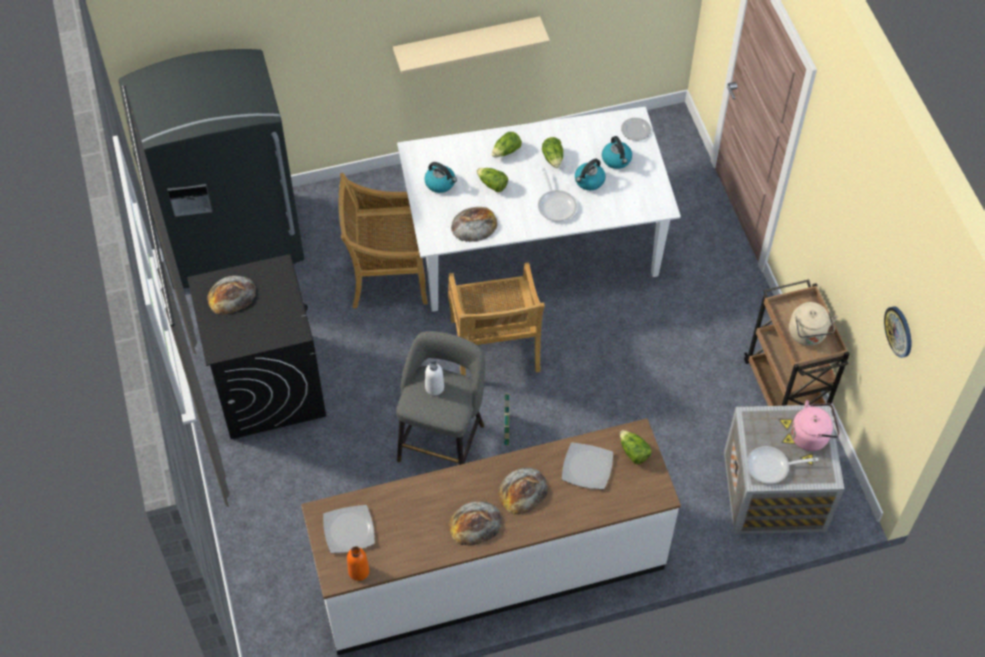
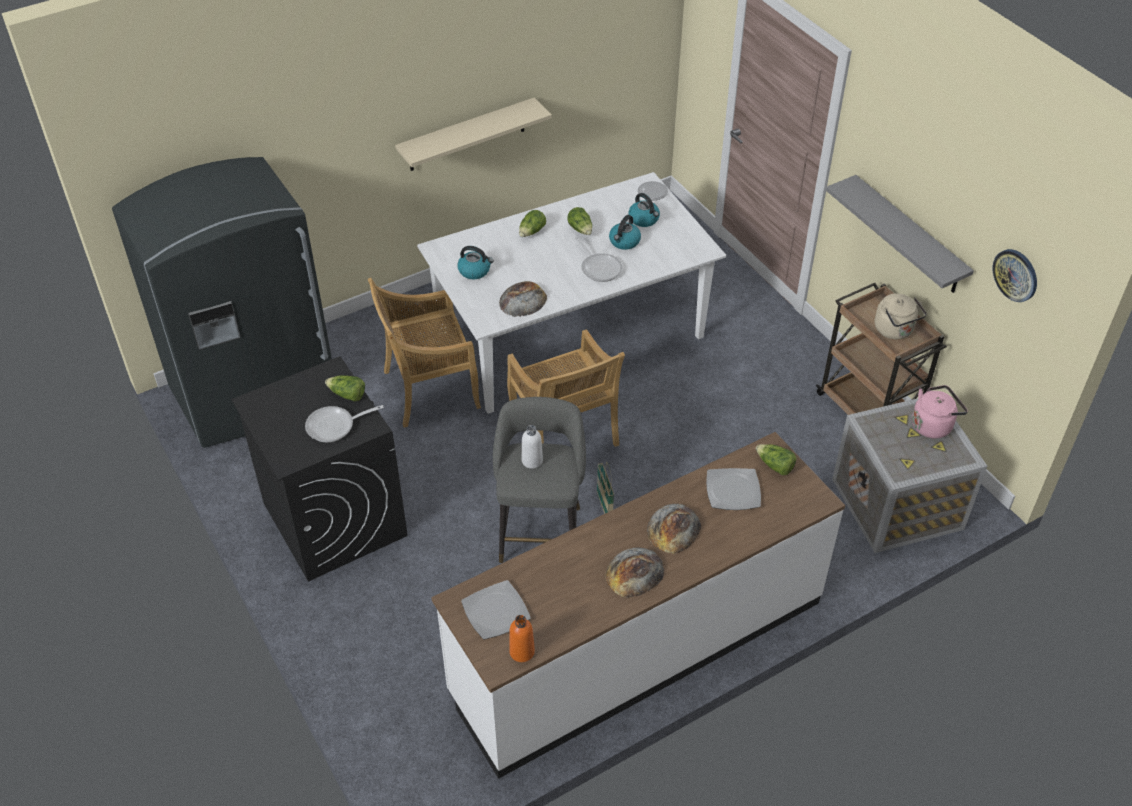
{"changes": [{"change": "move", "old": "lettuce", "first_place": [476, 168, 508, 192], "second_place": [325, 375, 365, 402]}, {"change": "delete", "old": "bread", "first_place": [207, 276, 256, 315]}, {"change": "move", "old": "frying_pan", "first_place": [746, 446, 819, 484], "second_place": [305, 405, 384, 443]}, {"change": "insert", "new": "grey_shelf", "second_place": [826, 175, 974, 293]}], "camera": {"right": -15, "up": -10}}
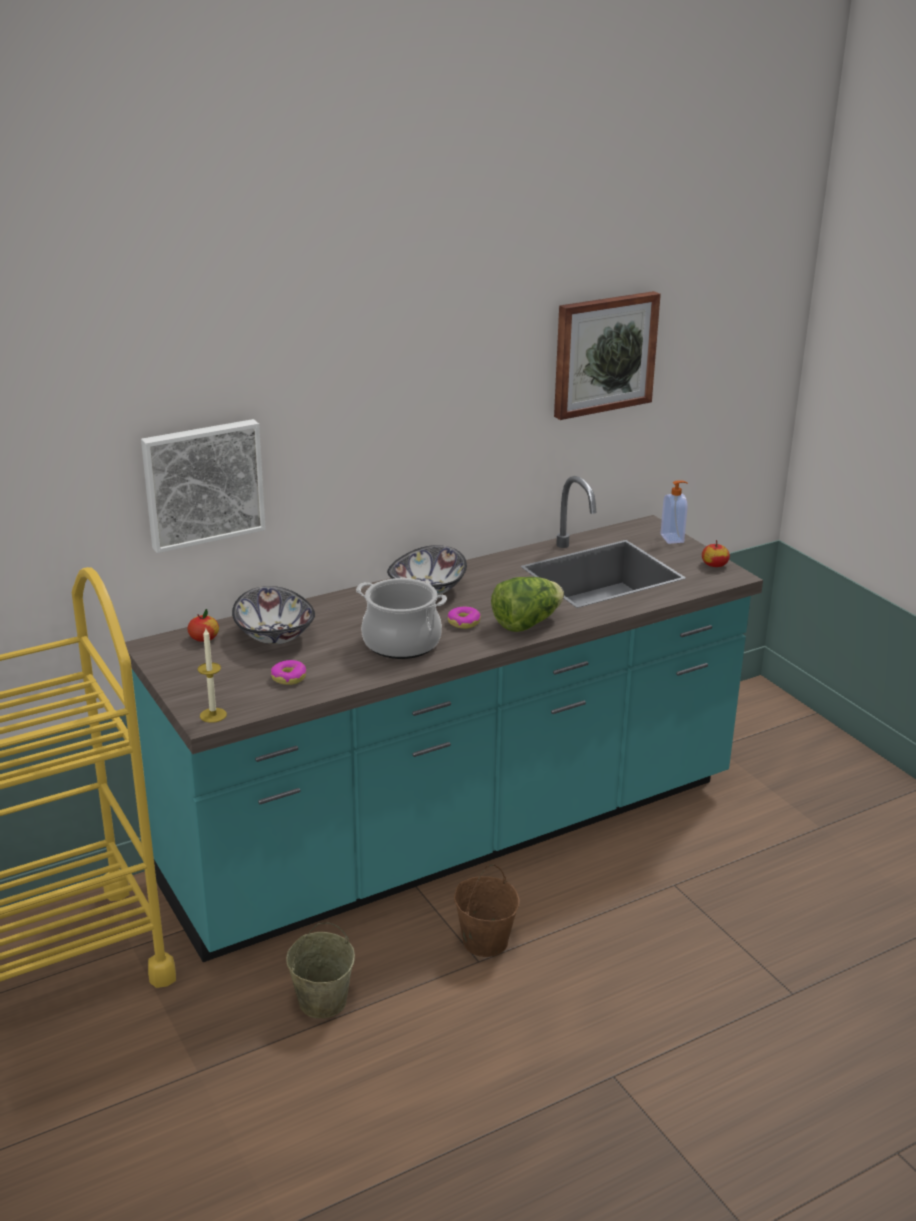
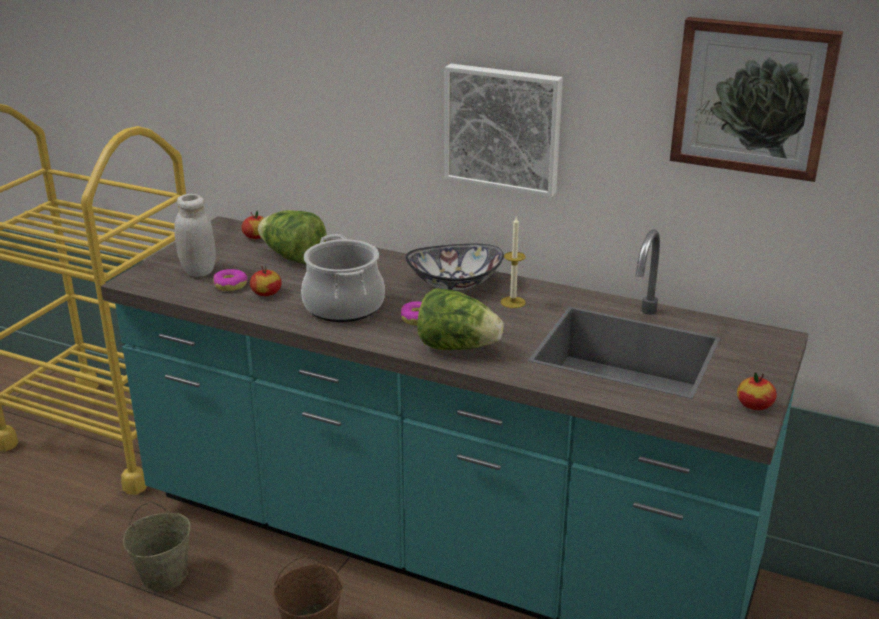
{"changes": [{"change": "move", "old": "picture", "first_place": [141, 419, 266, 553], "second_place": [444, 64, 563, 197]}, {"change": "delete", "old": "soap_dispenser", "first_place": [661, 480, 688, 544]}, {"change": "replace", "old": "bowl", "new": "lettuce", "first_place": [232, 586, 315, 644], "second_place": [258, 210, 327, 264]}, {"change": "move", "old": "candle", "first_place": [198, 628, 227, 723], "second_place": [501, 217, 526, 308]}, {"change": "insert", "new": "white_jar", "second_place": [174, 194, 216, 277]}, {"change": "insert", "new": "apple", "second_place": [250, 265, 282, 296]}], "camera": {"right": 55, "up": 0}}
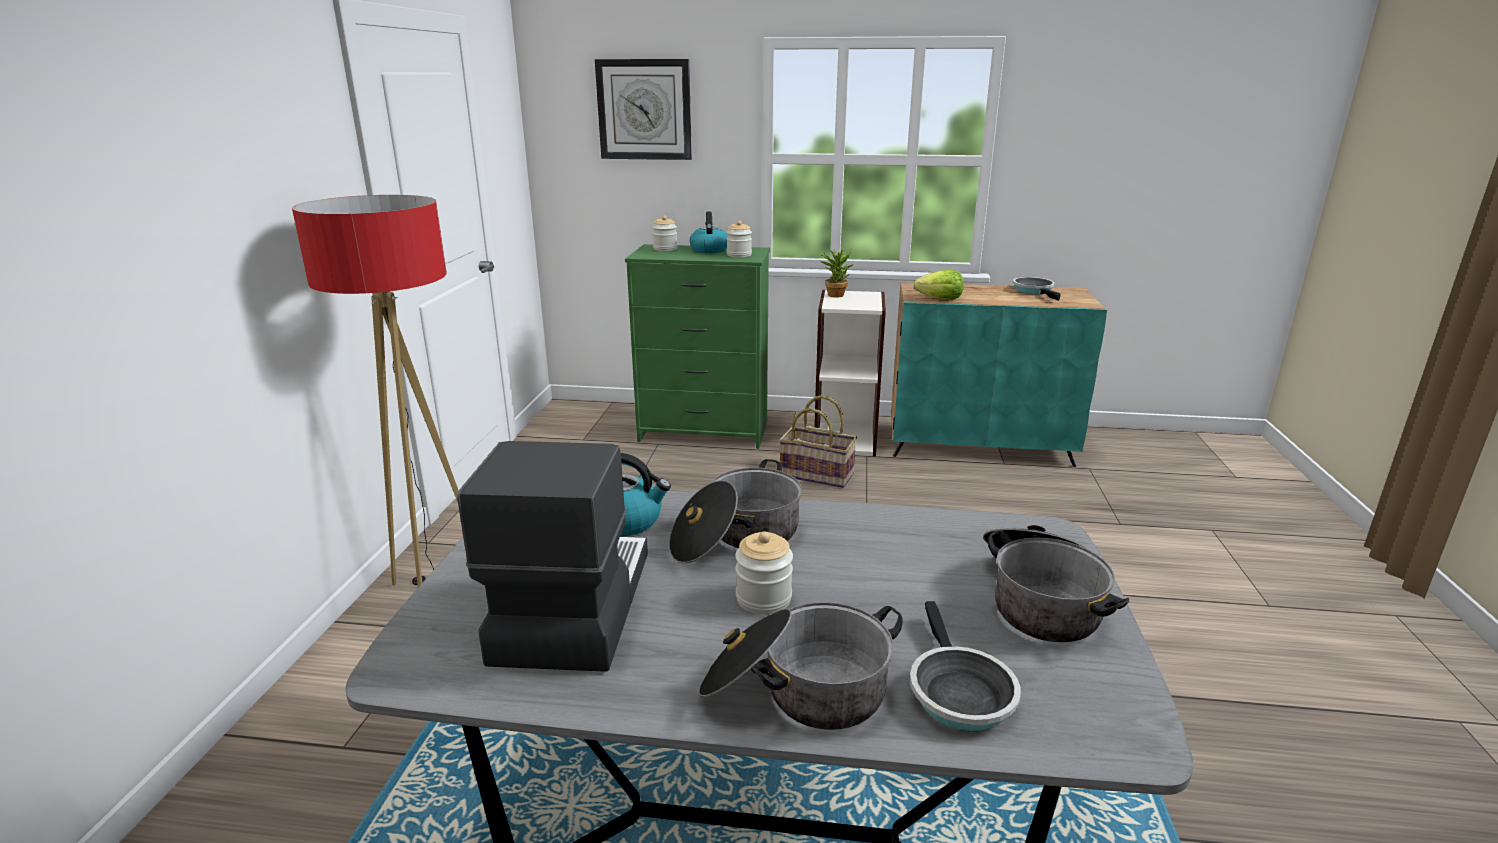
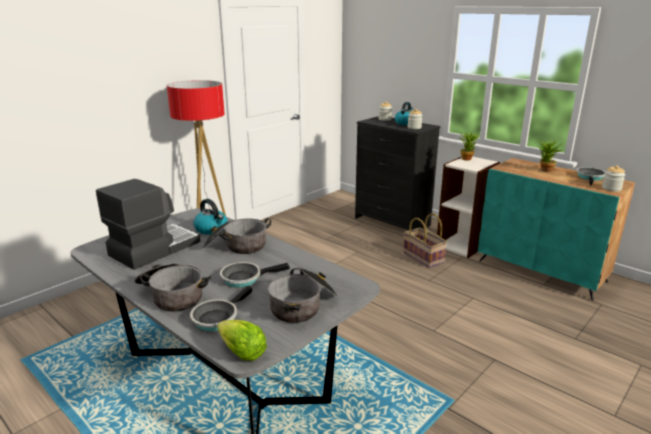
{"changes": [{"change": "delete", "old": "wall_clock", "first_place": [595, 59, 692, 160]}, {"change": "recolor", "old": "green_dresser", "new": "black_dresser", "first_place": [625, 244, 770, 449], "second_place": [355, 116, 440, 230]}, {"change": "move", "old": "lettuce", "first_place": [913, 270, 964, 300], "second_place": [217, 320, 267, 361]}, {"change": "move", "old": "jar", "first_place": [735, 532, 793, 614], "second_place": [602, 165, 625, 192]}, {"change": "insert", "new": "potted_plant", "second_place": [539, 139, 563, 172]}, {"change": "insert", "new": "frying_pan", "second_place": [220, 262, 290, 288]}], "camera": {"right": 35, "up": 0}}
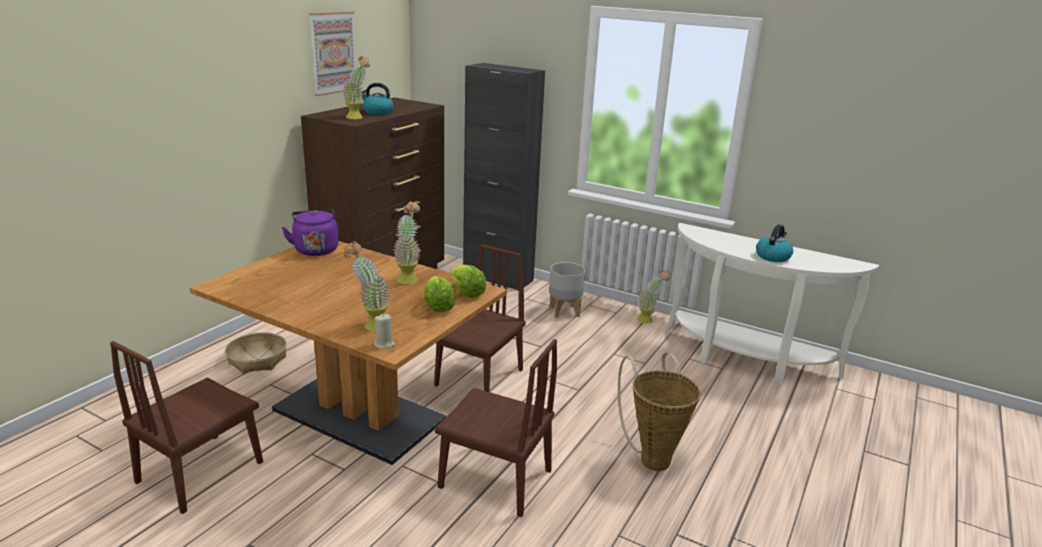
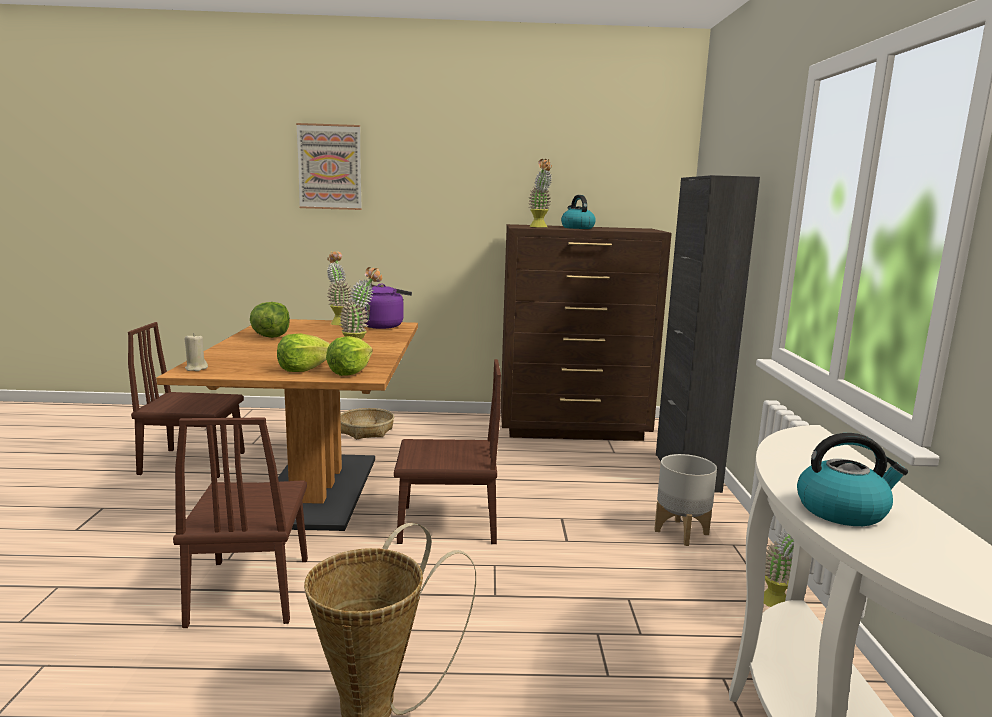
{"changes": [{"change": "move", "old": "picture", "first_place": [309, 11, 356, 96], "second_place": [296, 123, 362, 210]}, {"change": "move", "old": "potted_plant", "first_place": [344, 241, 390, 331], "second_place": [327, 251, 352, 325]}, {"change": "insert", "new": "lettuce", "second_place": [250, 302, 290, 338]}], "camera": {"right": 60, "up": -10}}
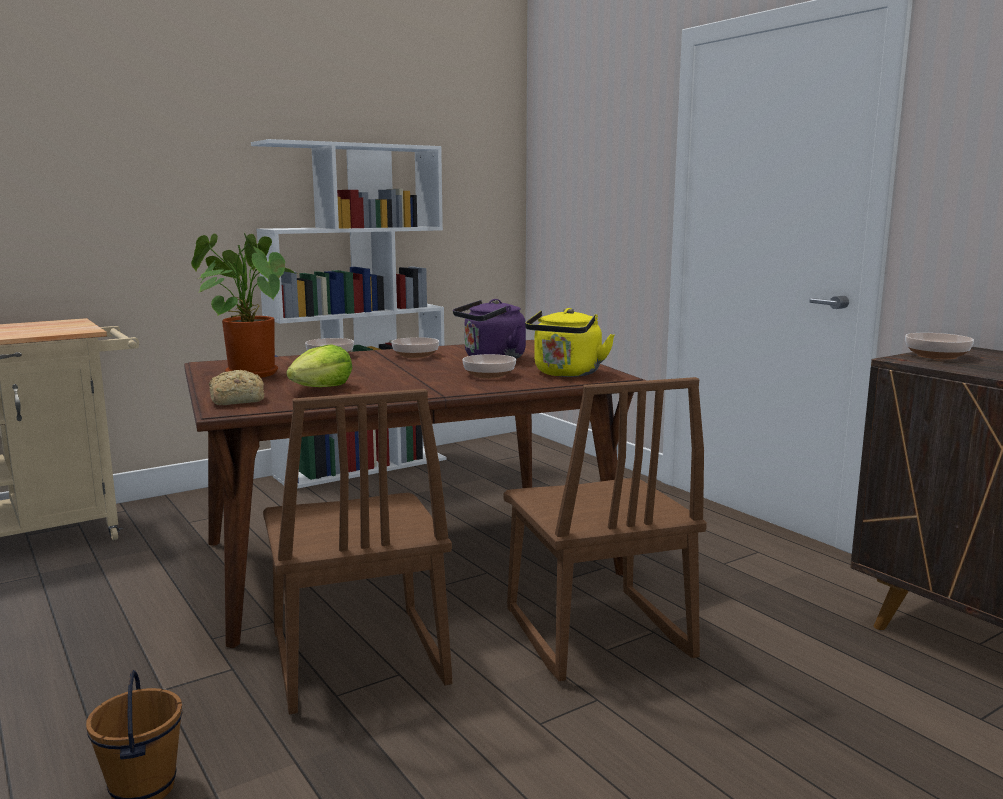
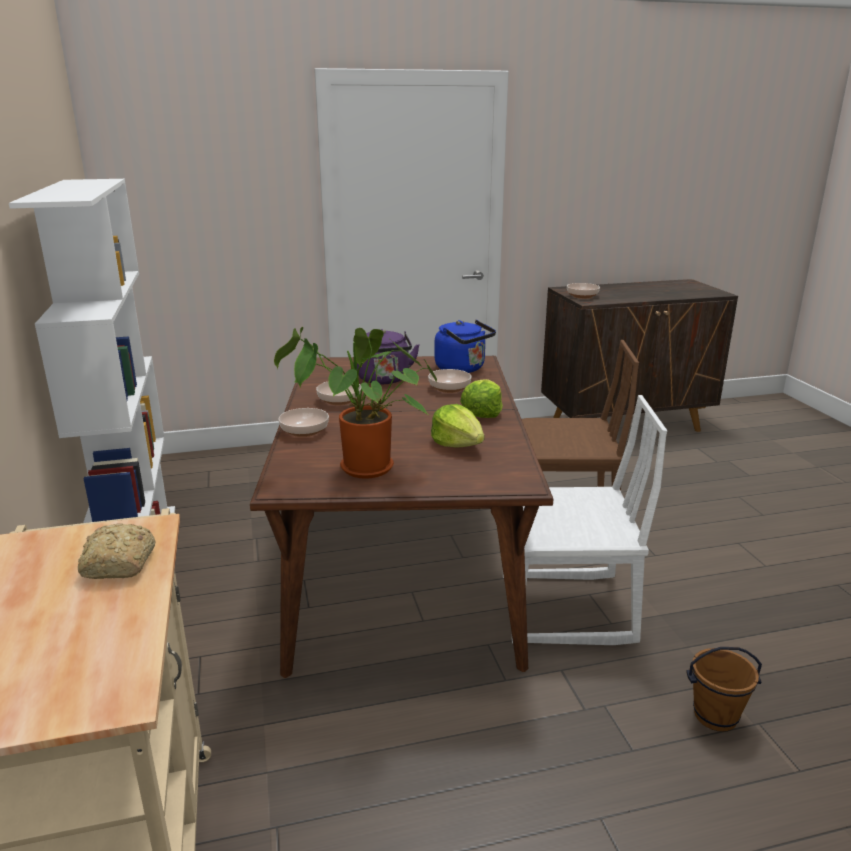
{"changes": [{"change": "recolor", "old": "yellow_kettle", "new": "blue_kettle", "first_place": [525, 308, 615, 377], "second_place": [434, 320, 496, 373]}, {"change": "move", "old": "bread", "first_place": [209, 370, 264, 405], "second_place": [78, 523, 156, 579]}, {"change": "recolor", "old": "brown_chair", "new": "white_chair", "first_place": [263, 389, 452, 715], "second_place": [503, 395, 667, 645]}, {"change": "insert", "new": "lettuce", "second_place": [460, 379, 503, 418]}], "camera": {"right": -70, "up": 10}}
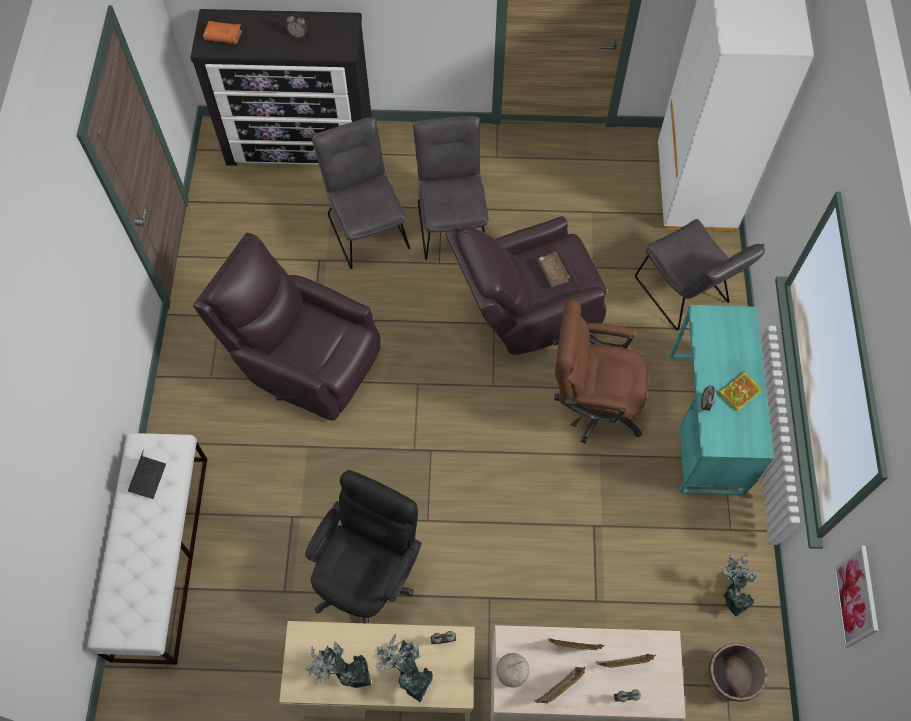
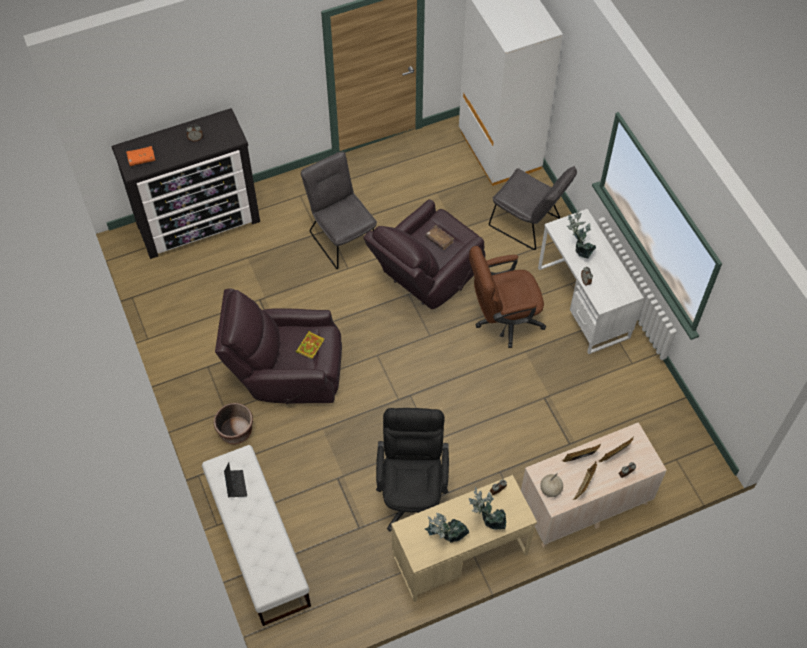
{"changes": [{"change": "delete", "old": "grey_chair", "first_place": [312, 117, 410, 269]}, {"change": "recolor", "old": "turquoise_desk", "new": "white_desk", "first_place": [670, 305, 774, 495], "second_place": [538, 209, 644, 354]}, {"change": "move", "old": "book", "first_place": [718, 371, 762, 411], "second_place": [296, 331, 324, 359]}, {"change": "delete", "old": "picture", "first_place": [834, 545, 879, 648]}, {"change": "move", "old": "potted_plant", "first_place": [721, 552, 758, 617], "second_place": [567, 209, 596, 258]}, {"change": "move", "old": "brown_planter", "first_place": [707, 643, 767, 702], "second_place": [213, 403, 253, 445]}], "camera": {"right": -25, "up": -5}}
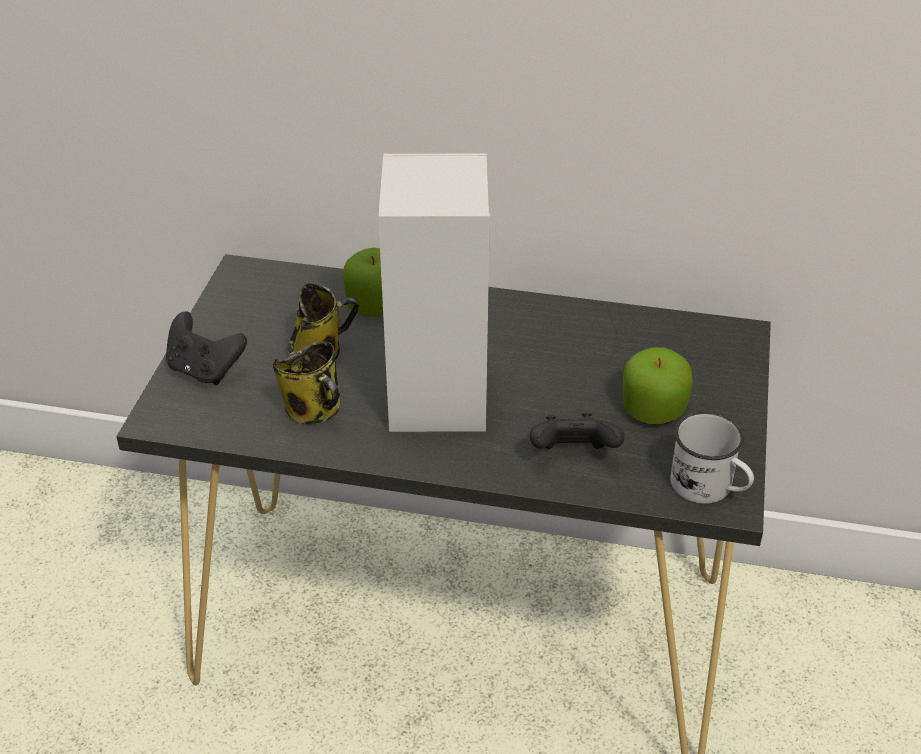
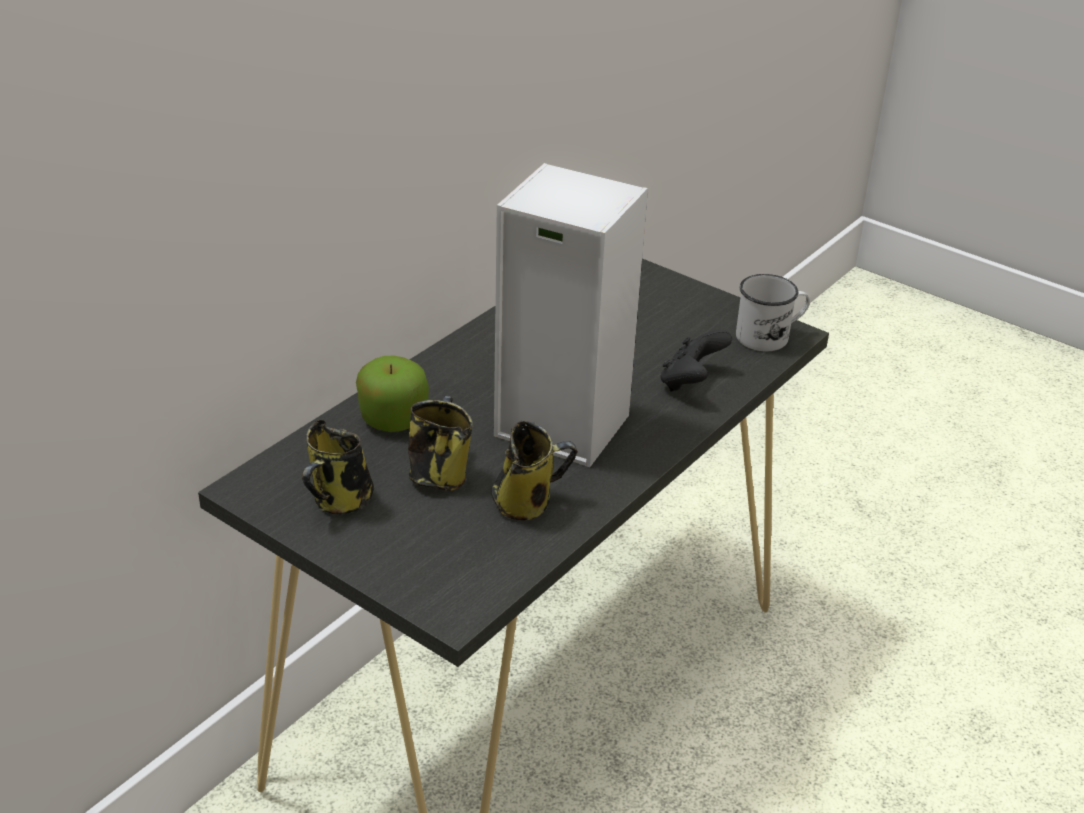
{"changes": [{"change": "delete", "old": "black_game_controller", "first_place": [166, 312, 247, 385]}, {"change": "delete", "old": "apple", "first_place": [623, 347, 693, 424]}, {"change": "insert", "new": "mug", "second_place": [302, 420, 374, 515]}], "camera": {"right": -65, "up": -5}}
